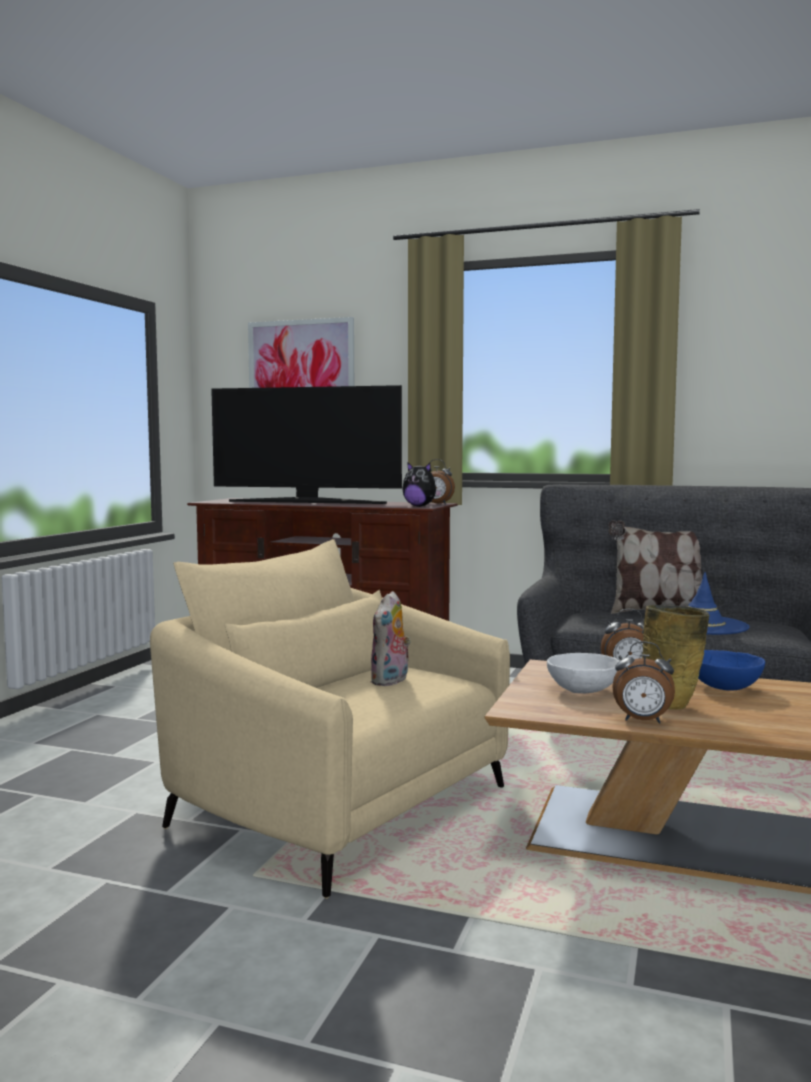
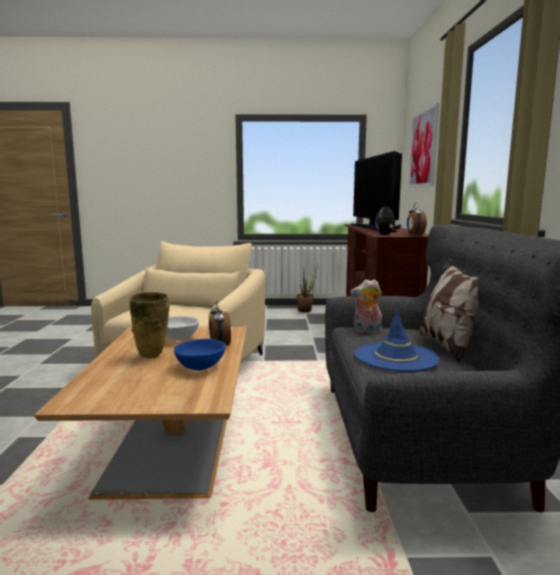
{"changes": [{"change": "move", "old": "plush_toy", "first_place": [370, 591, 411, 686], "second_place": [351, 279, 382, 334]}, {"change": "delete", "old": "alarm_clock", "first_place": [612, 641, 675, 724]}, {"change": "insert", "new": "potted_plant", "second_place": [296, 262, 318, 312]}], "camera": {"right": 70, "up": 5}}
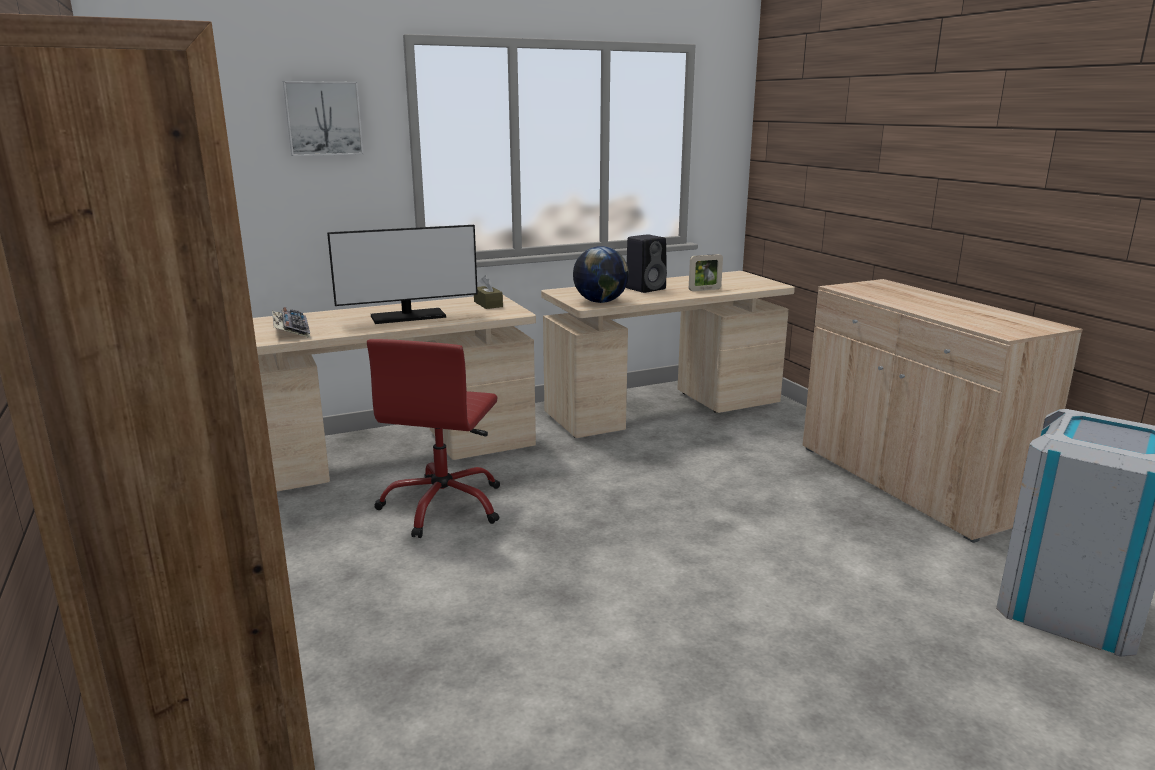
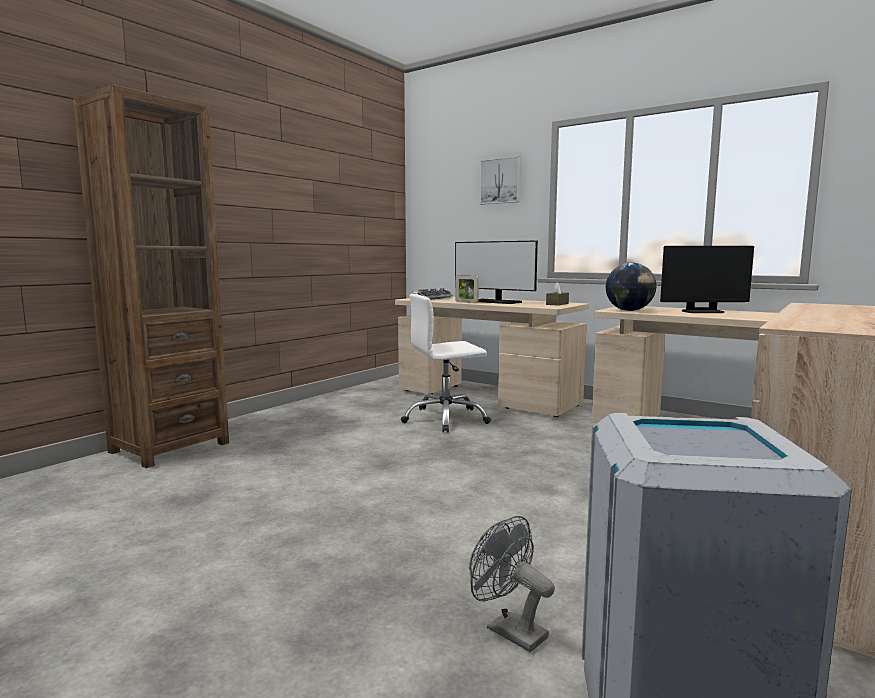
{"changes": [{"change": "replace", "old": "black_speaker", "new": "monitor", "first_place": [626, 234, 667, 293], "second_place": [660, 246, 754, 313]}, {"change": "move", "old": "picture_frame", "first_place": [689, 254, 723, 291], "second_place": [455, 275, 479, 303]}, {"change": "recolor", "old": "red_office_chair", "new": "white_office_chair", "first_place": [367, 339, 500, 538], "second_place": [401, 294, 491, 432]}, {"change": "insert", "new": "grey_fan", "second_place": [469, 516, 555, 652]}], "camera": {"right": 60, "up": -10}}
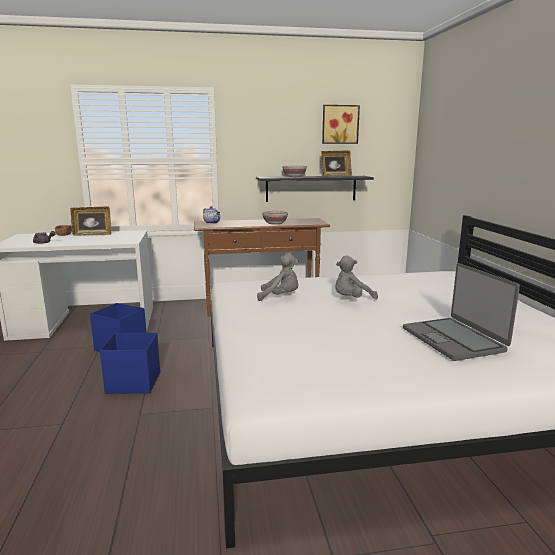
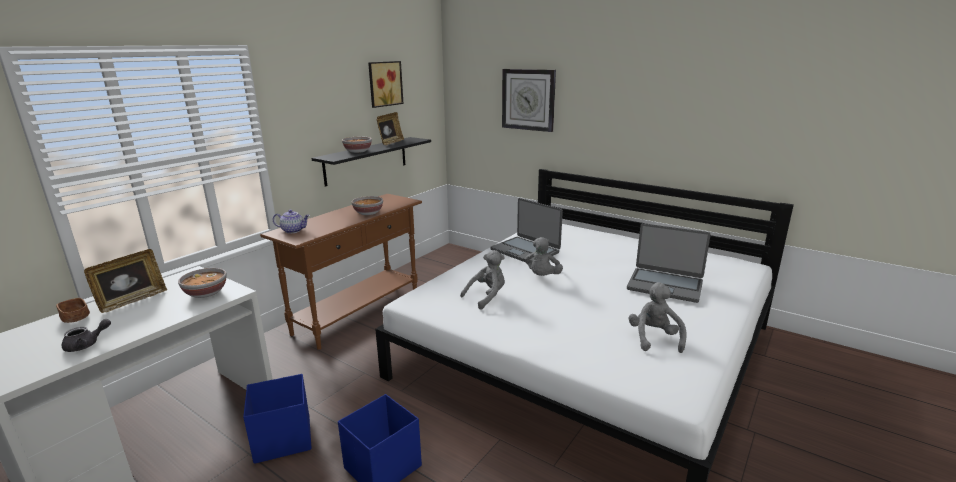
{"changes": [{"change": "insert", "new": "wall_clock", "second_place": [502, 69, 556, 132]}, {"change": "insert", "new": "laptop", "second_place": [491, 198, 563, 262]}, {"change": "insert", "new": "bowl", "second_place": [178, 268, 227, 298]}, {"change": "insert", "new": "grey_plush_toy", "second_place": [629, 282, 687, 353]}], "camera": {"right": -45, "up": 5}}
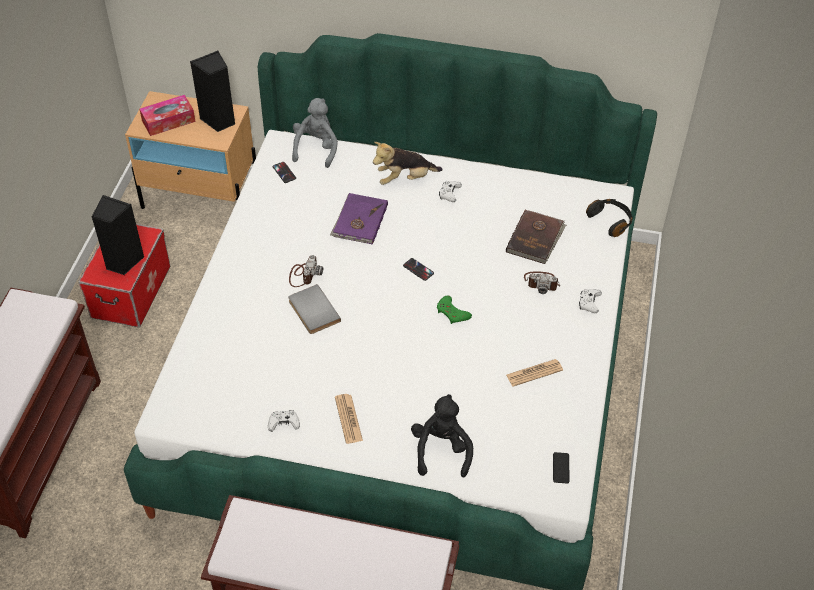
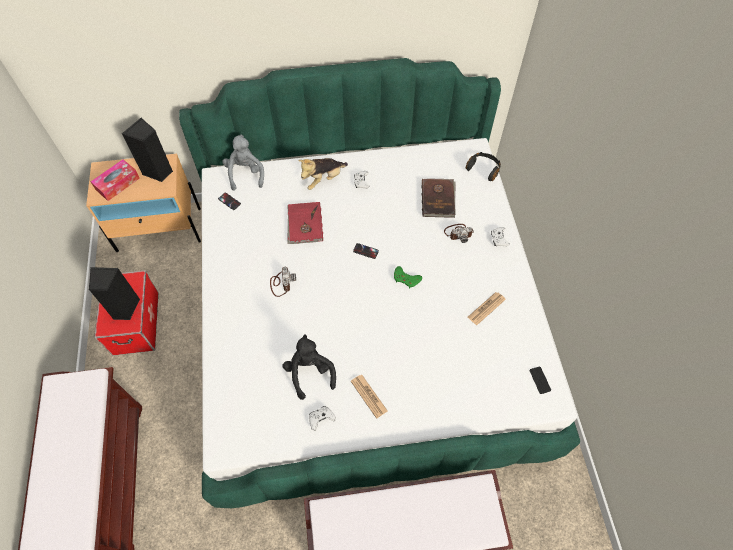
{"changes": [{"change": "recolor", "old": "purple_book", "new": "red_book", "first_place": [330, 193, 388, 245], "second_place": [287, 202, 323, 244]}, {"change": "delete", "old": "grey_book", "first_place": [289, 284, 341, 334]}, {"change": "move", "old": "black_plush_toy", "first_place": [411, 394, 473, 477], "second_place": [282, 334, 336, 400]}], "camera": {"right": -20, "up": 10}}
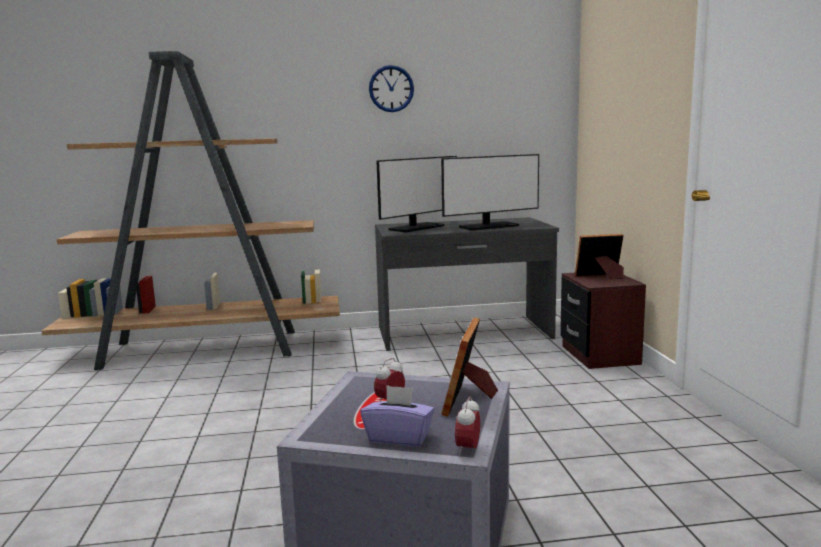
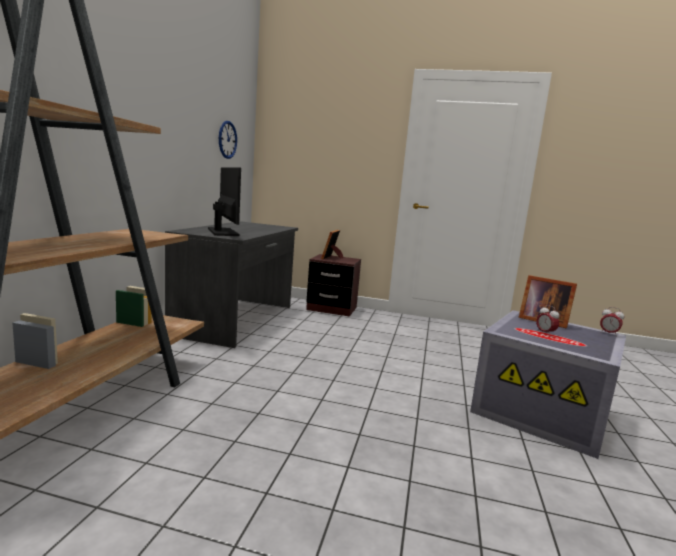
{"changes": [{"change": "move", "old": "wall_clock", "first_place": [369, 65, 414, 112], "second_place": [219, 121, 237, 159]}, {"change": "delete", "old": "monitor", "first_place": [441, 154, 539, 231]}, {"change": "delete", "old": "purple_tissue_box", "first_place": [360, 385, 435, 447]}], "camera": {"right": -70, "up": 0}}
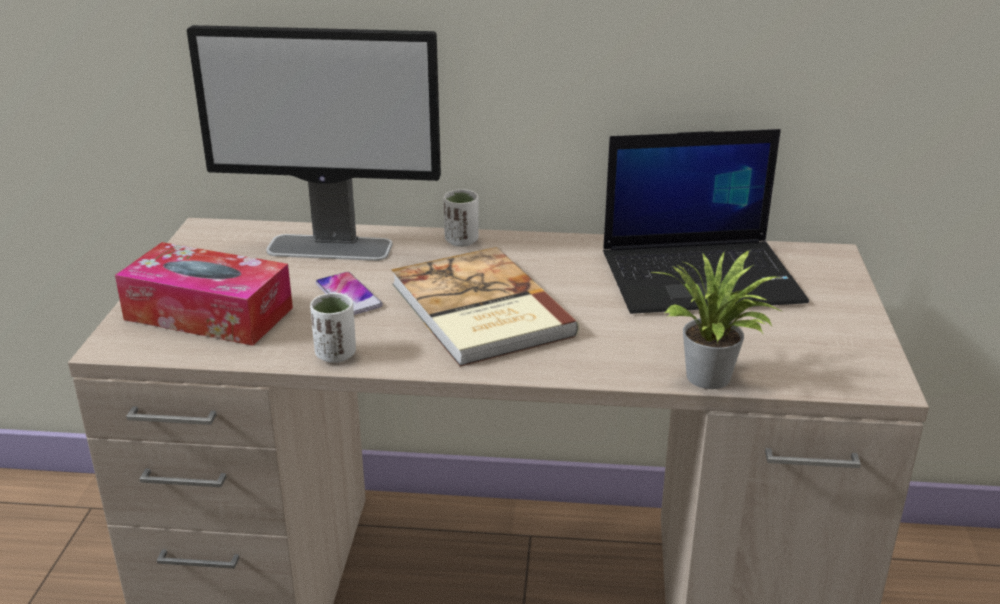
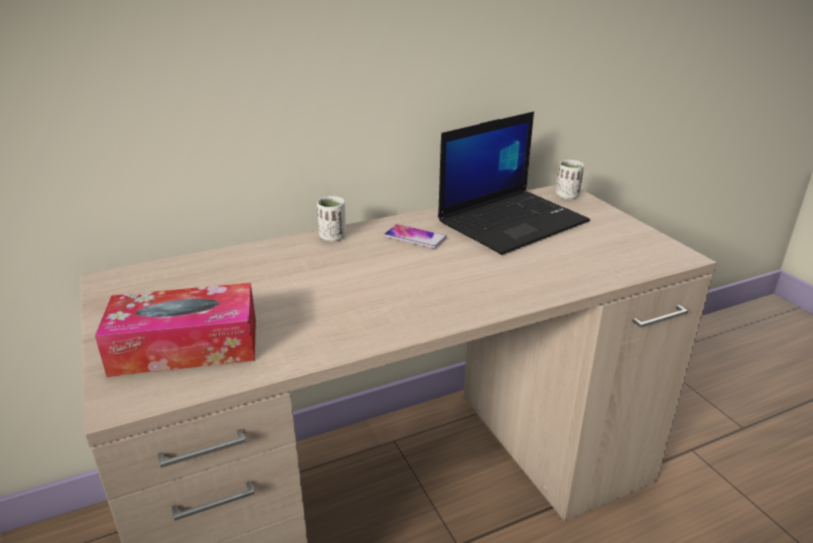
{"changes": [{"change": "delete", "old": "monitor", "first_place": [187, 25, 441, 261]}, {"change": "delete", "old": "book", "first_place": [392, 247, 579, 367]}, {"change": "delete", "old": "potted_plant", "first_place": [650, 250, 781, 389]}, {"change": "move", "old": "phone", "first_place": [315, 272, 383, 315], "second_place": [384, 224, 447, 248]}, {"change": "move", "old": "white_cup", "first_place": [310, 293, 356, 363], "second_place": [556, 160, 584, 199]}], "camera": {"right": -30, "up": 0}}
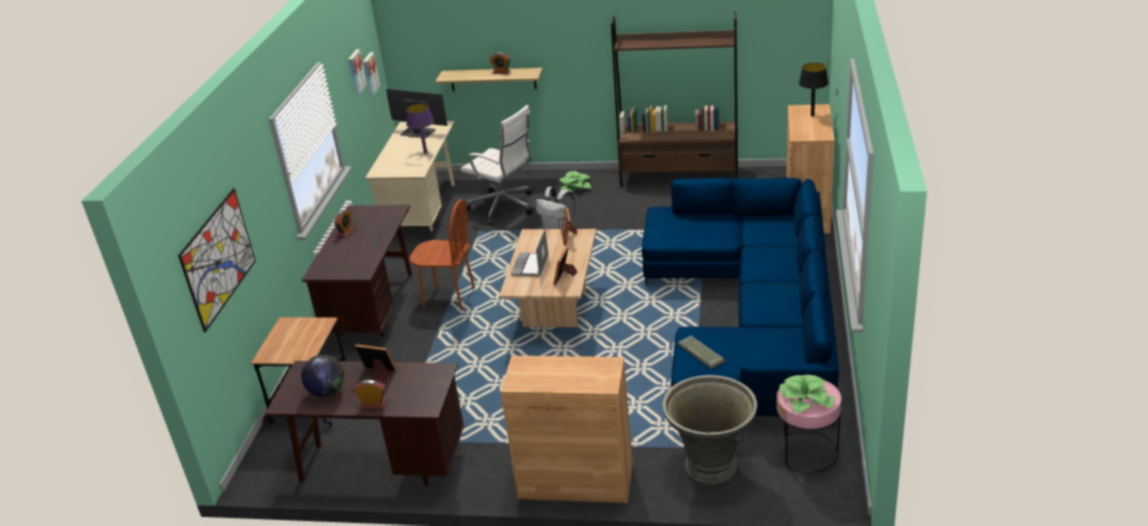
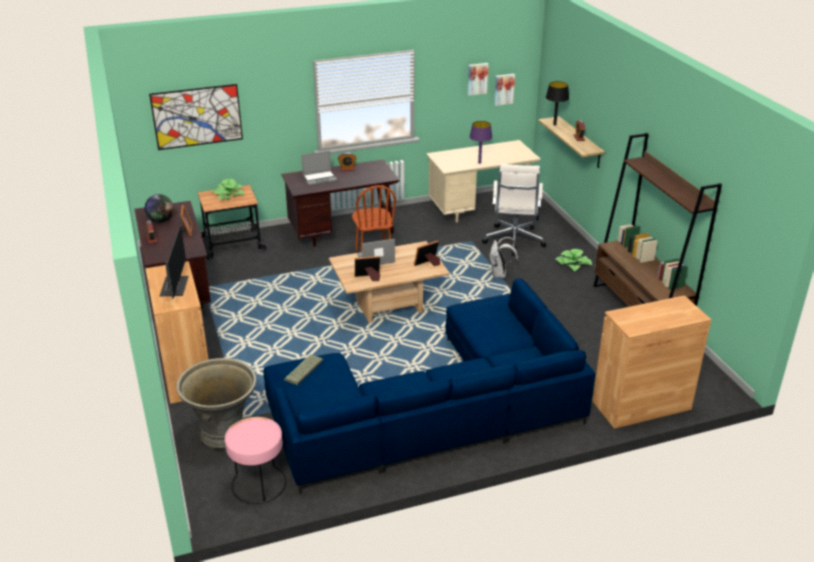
{"changes": [{"change": "move", "old": "black_table_lamp", "first_place": [799, 63, 828, 117], "second_place": [546, 81, 569, 125]}, {"change": "move", "old": "monitor", "first_place": [386, 89, 447, 138], "second_place": [160, 225, 188, 299]}, {"change": "move", "old": "potted_plant", "first_place": [779, 375, 835, 414], "second_place": [211, 179, 245, 200]}, {"change": "insert", "new": "laptop", "second_place": [301, 151, 338, 186]}], "camera": {"right": 60, "up": 0}}
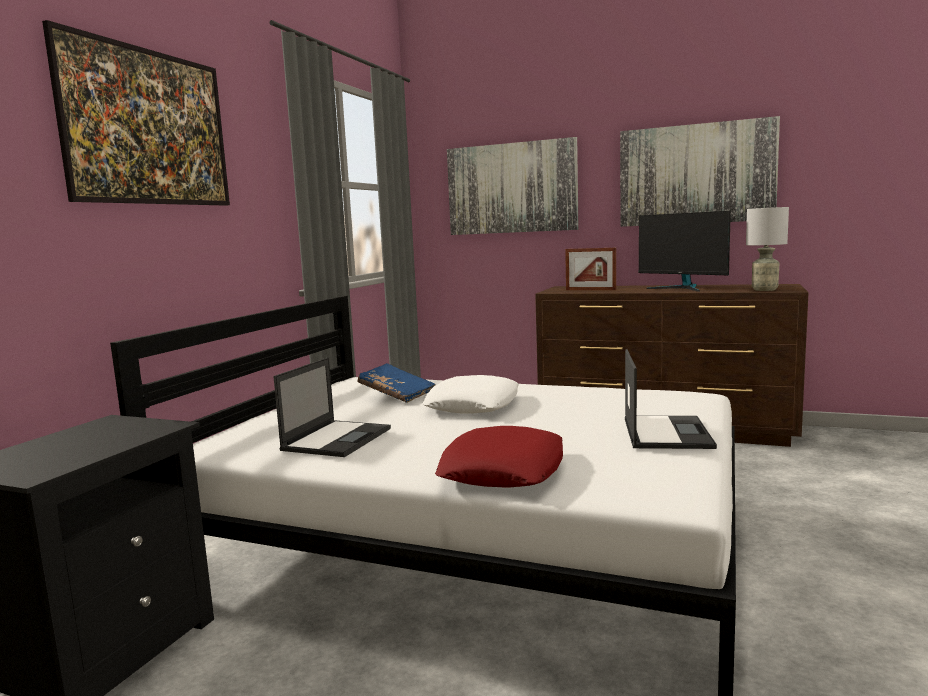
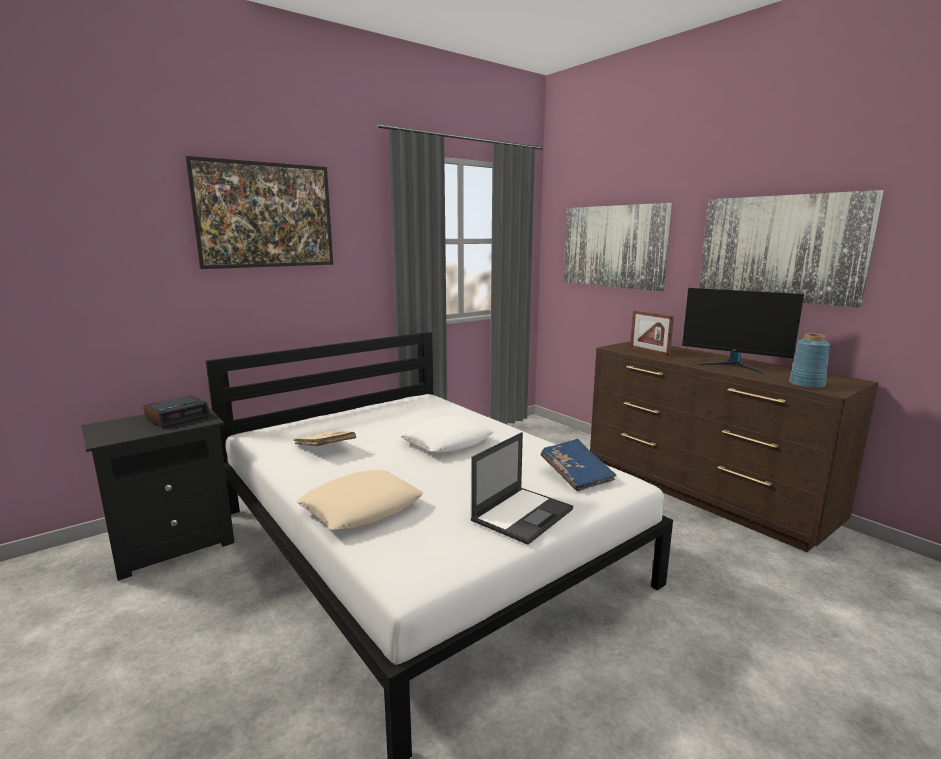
{"changes": [{"change": "replace", "old": "grey_table_lamp", "new": "blue_vase", "first_place": [746, 207, 789, 291], "second_place": [789, 333, 830, 389]}, {"change": "rotate", "old": "monitor", "first_place": [638, 211, 731, 292], "second_place": [682, 288, 804, 374], "degrees": -45}, {"change": "replace", "old": "laptop", "new": "beige_book", "first_place": [273, 357, 391, 457], "second_place": [294, 431, 356, 446]}, {"change": "move", "old": "blue_book", "first_place": [357, 363, 435, 403], "second_place": [541, 439, 616, 492]}, {"change": "recolor", "old": "red_pillow", "new": "beige_pillow", "first_place": [435, 426, 563, 488], "second_place": [296, 470, 423, 530]}, {"change": "insert", "new": "alarm_clock", "second_place": [144, 395, 210, 428]}], "camera": {"right": 30, "up": 5}}
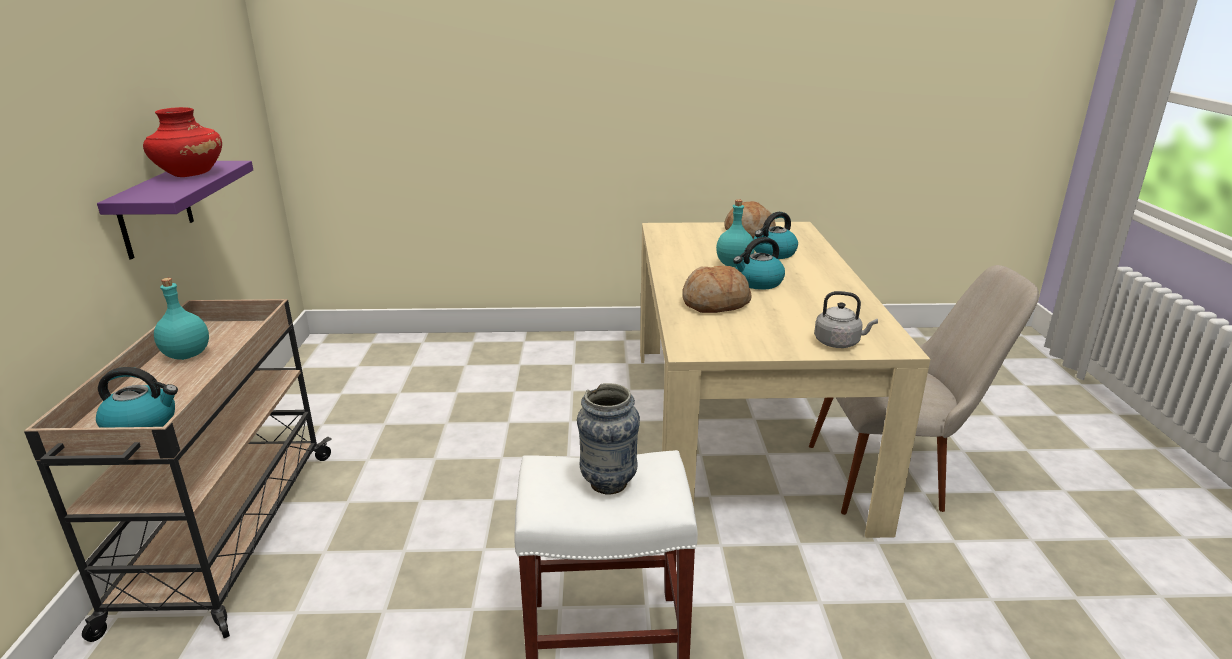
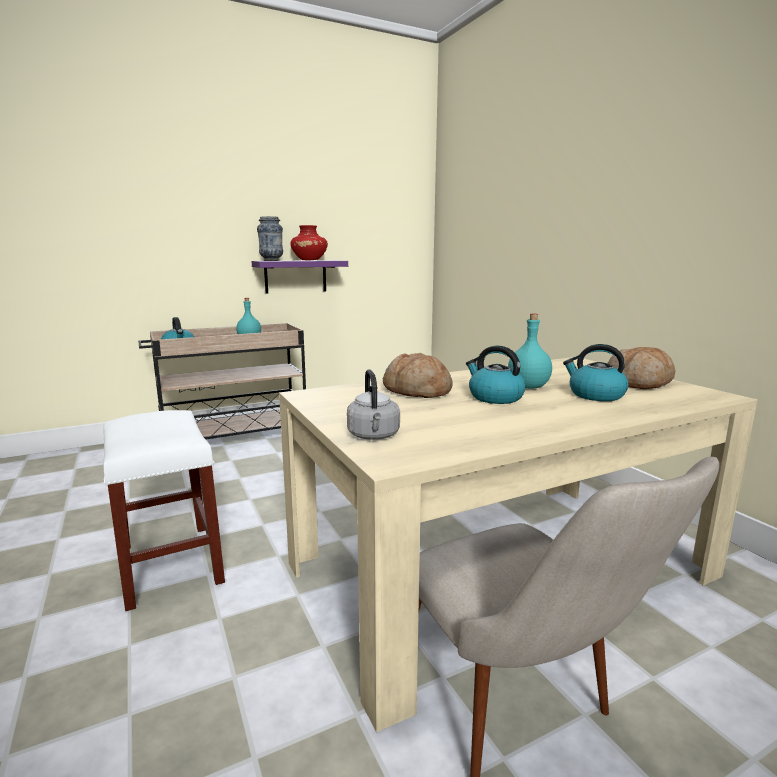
{"changes": [{"change": "move", "old": "vase", "first_place": [577, 383, 640, 494], "second_place": [257, 216, 283, 261]}], "camera": {"right": 65, "up": -10}}
